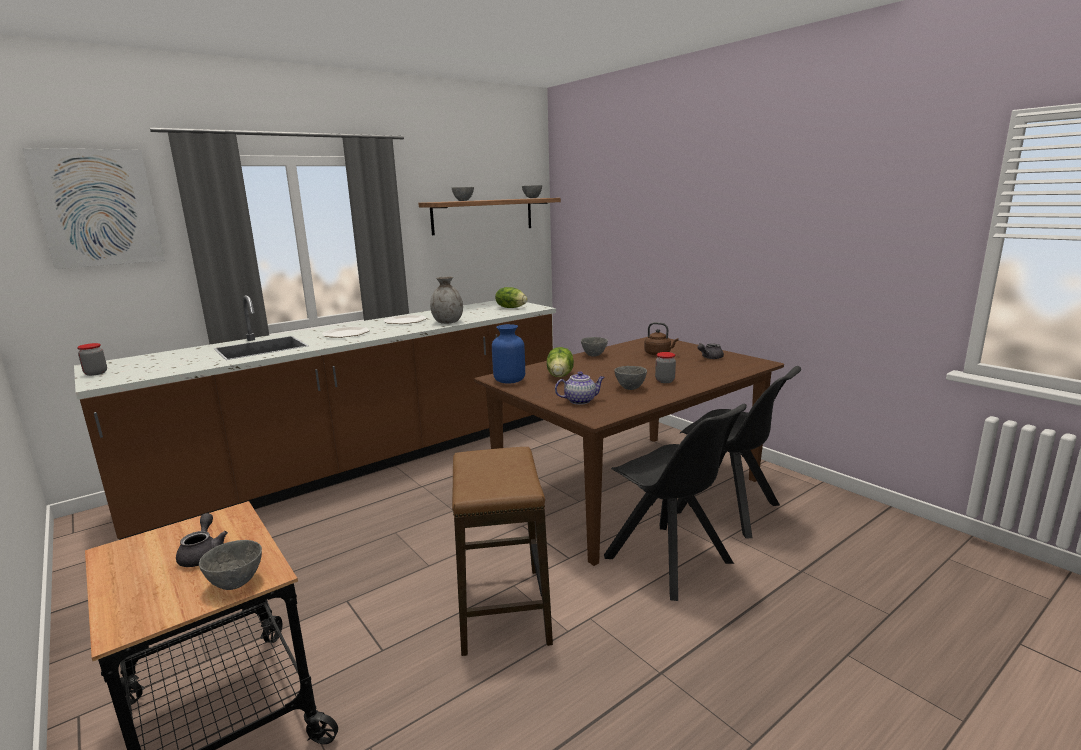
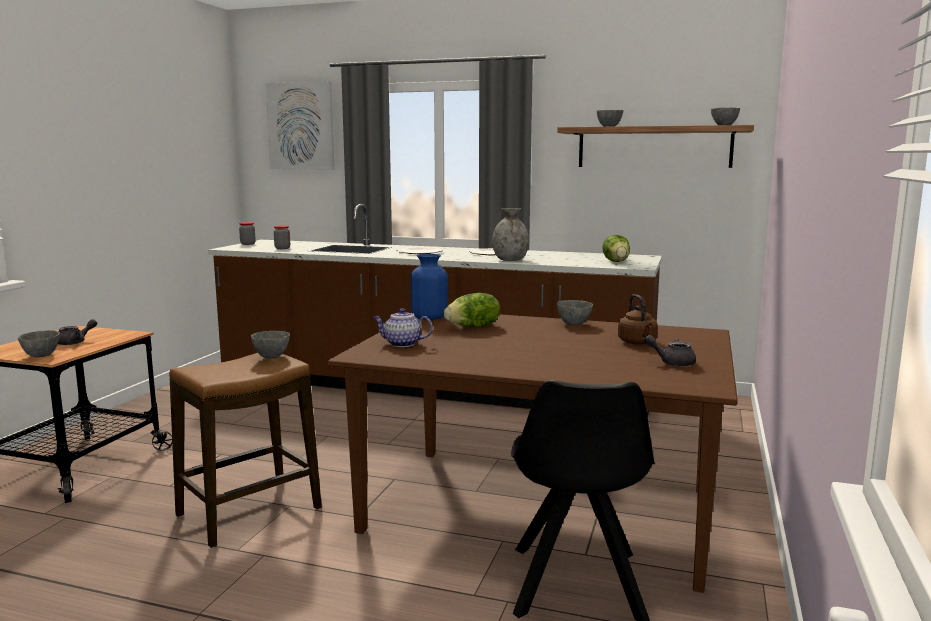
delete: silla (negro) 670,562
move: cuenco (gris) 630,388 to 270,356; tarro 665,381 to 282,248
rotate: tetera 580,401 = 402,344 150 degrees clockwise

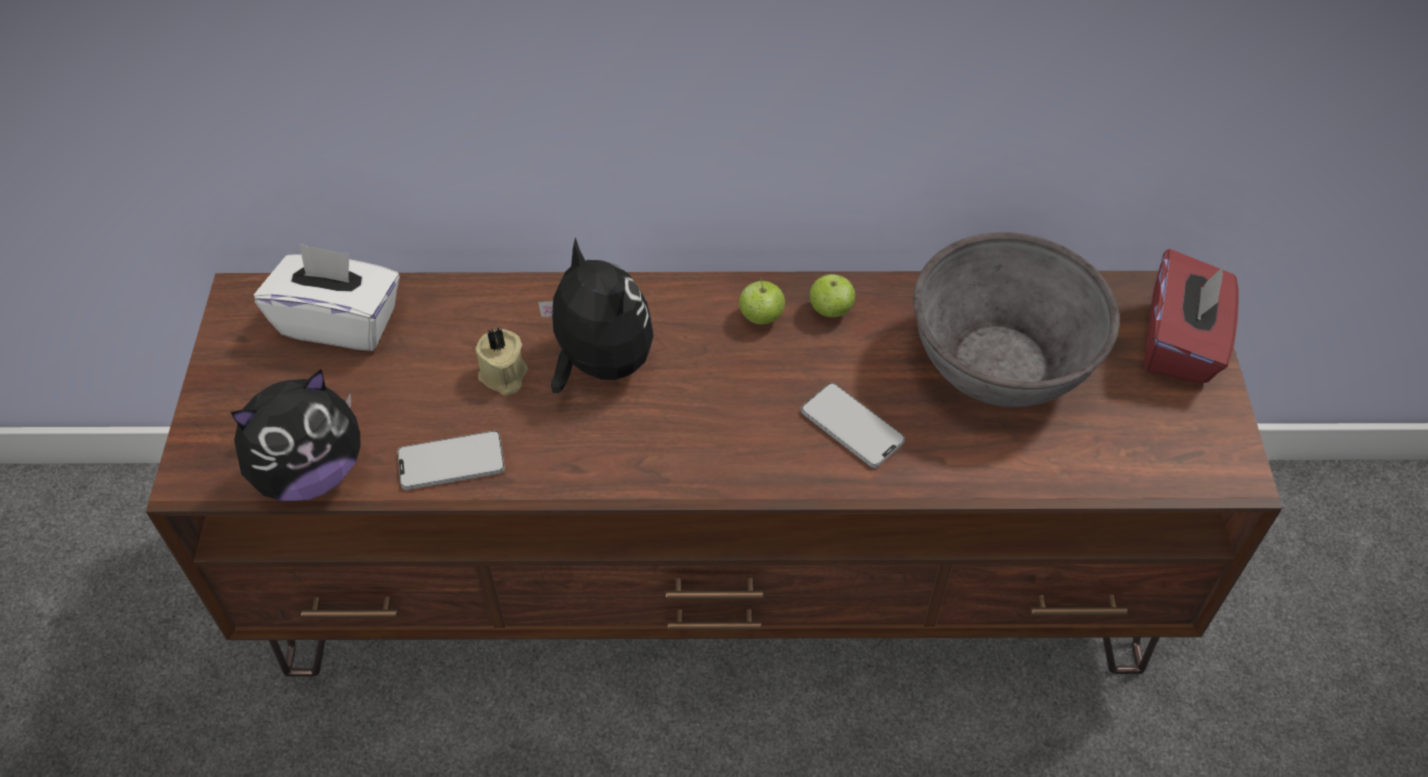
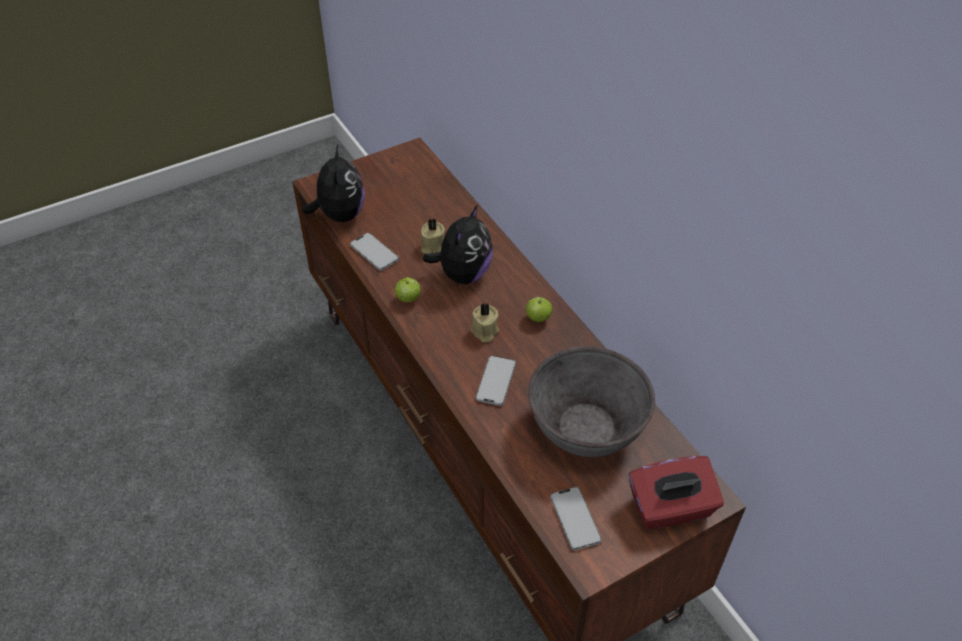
delete: caja de pañuelos (blanco) 340,322
insert: vela (beis) 484,331; móvil 575,519
move: manzana 830,310 to 408,299
rotate: peluche 310,473 = 340,215 120 degrees counterclockwise

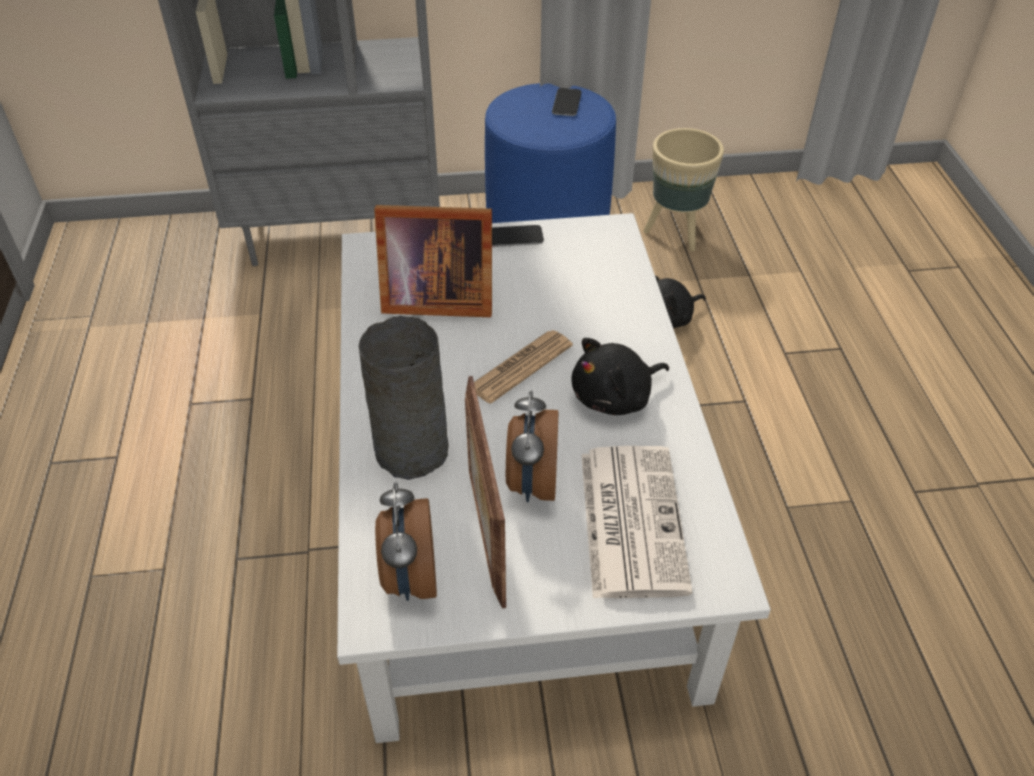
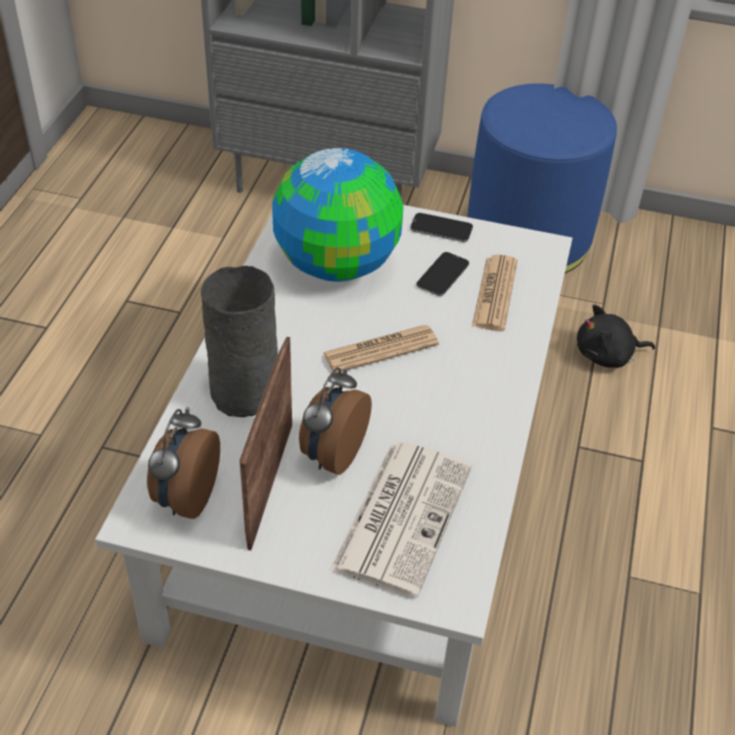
delete: peluche (negro) 615,397; maceta (beis) 676,233
insert: periódico 495,294
move: móvil 566,103 to 442,275
replace: portarretratos 434,298 to globo terráqueo 338,264

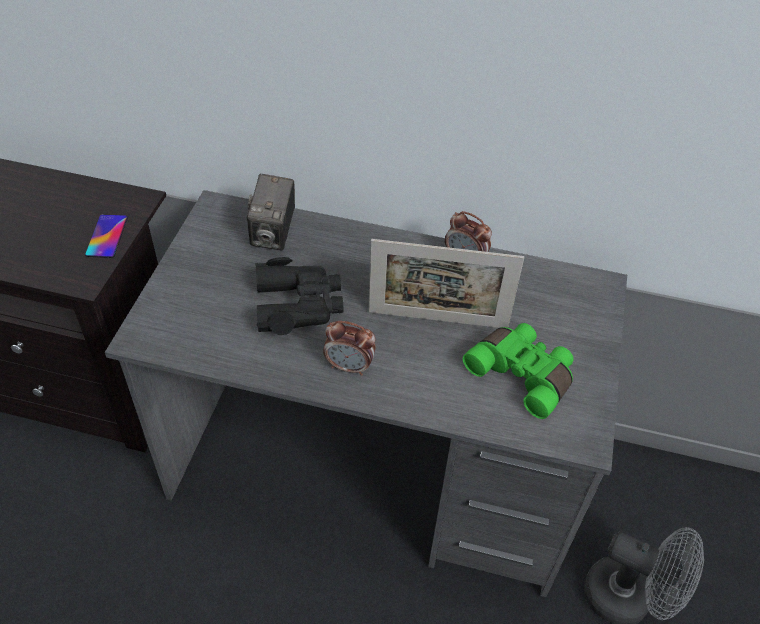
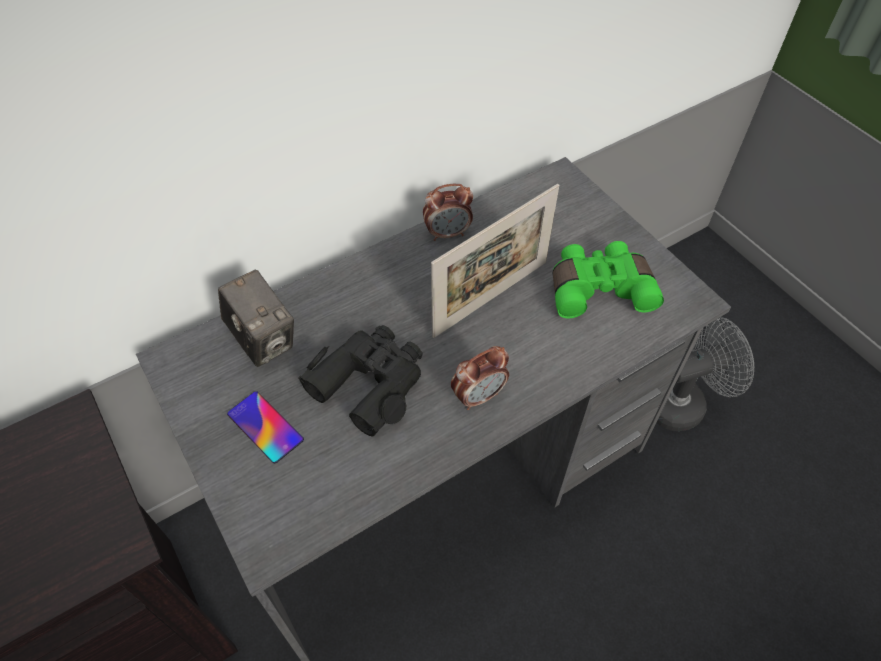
move: móvil 107,236 to 265,427

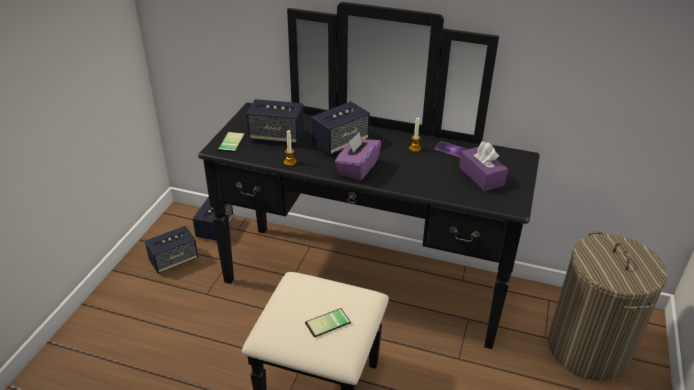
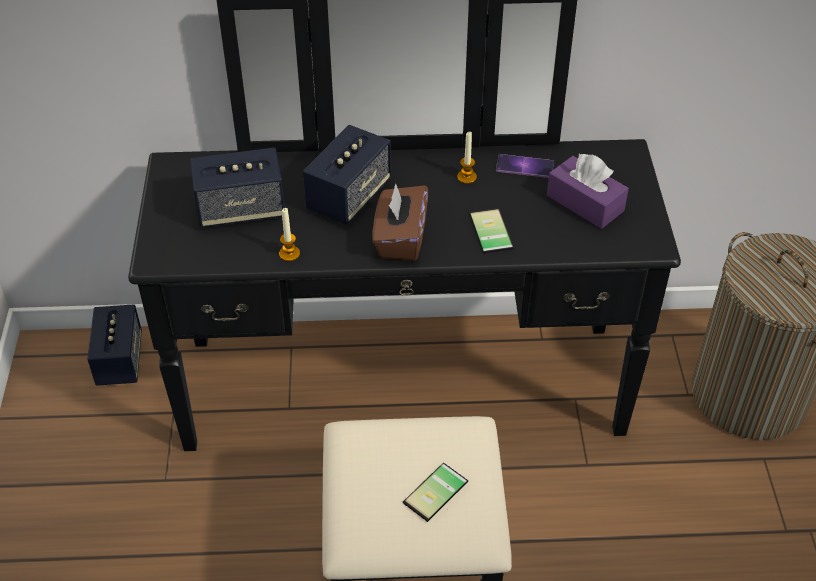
delete: altavoz 174,260
move: móvil 229,141 to 487,231
recolor: caja de pañuelos (morado) 357,169 to caja de pañuelos (marrón) 400,239

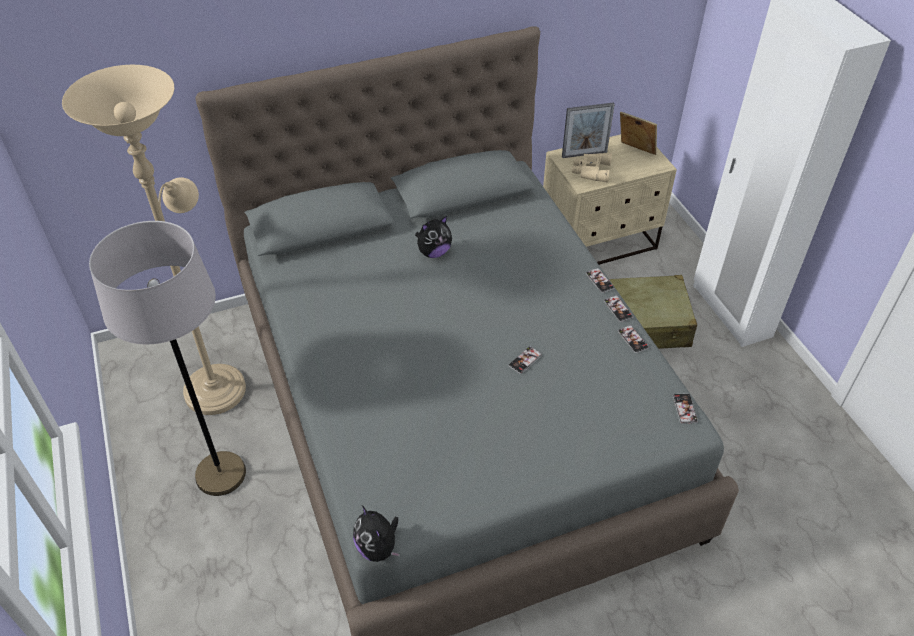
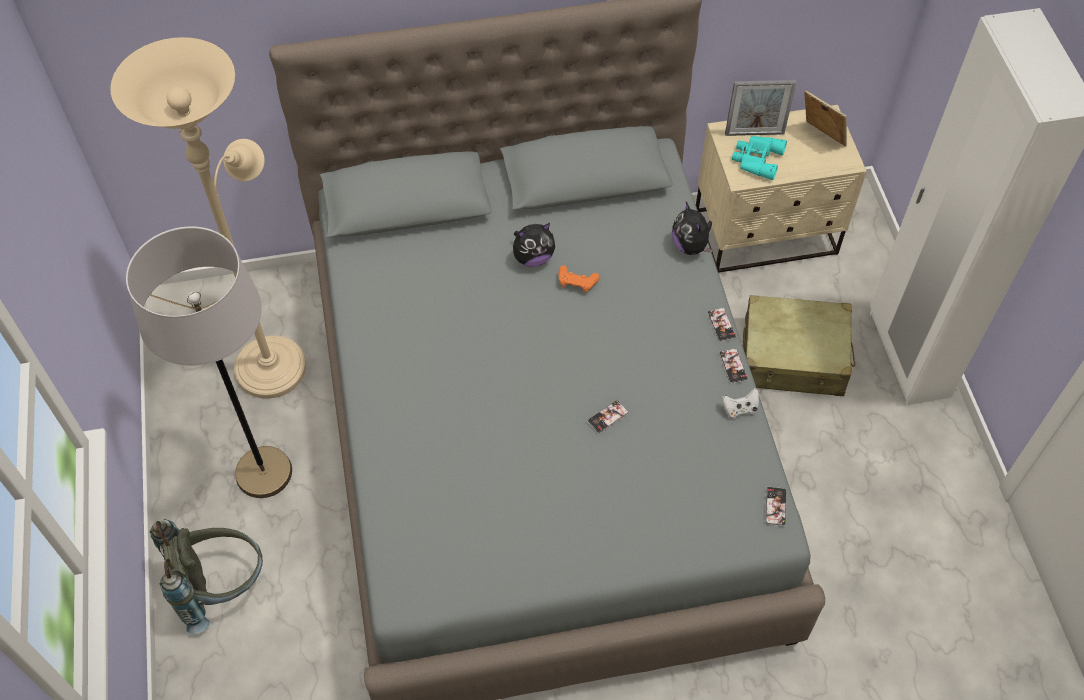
insert: mochila (gris) 221,587; mando de consola (naranja) 577,282
move: peluche 378,547 to 691,246
replace: móvil 633,339 to mando de consola (blanco) 740,409
recolor: prismáticos (beis) 590,171 to prismáticos (turquesa) 756,159

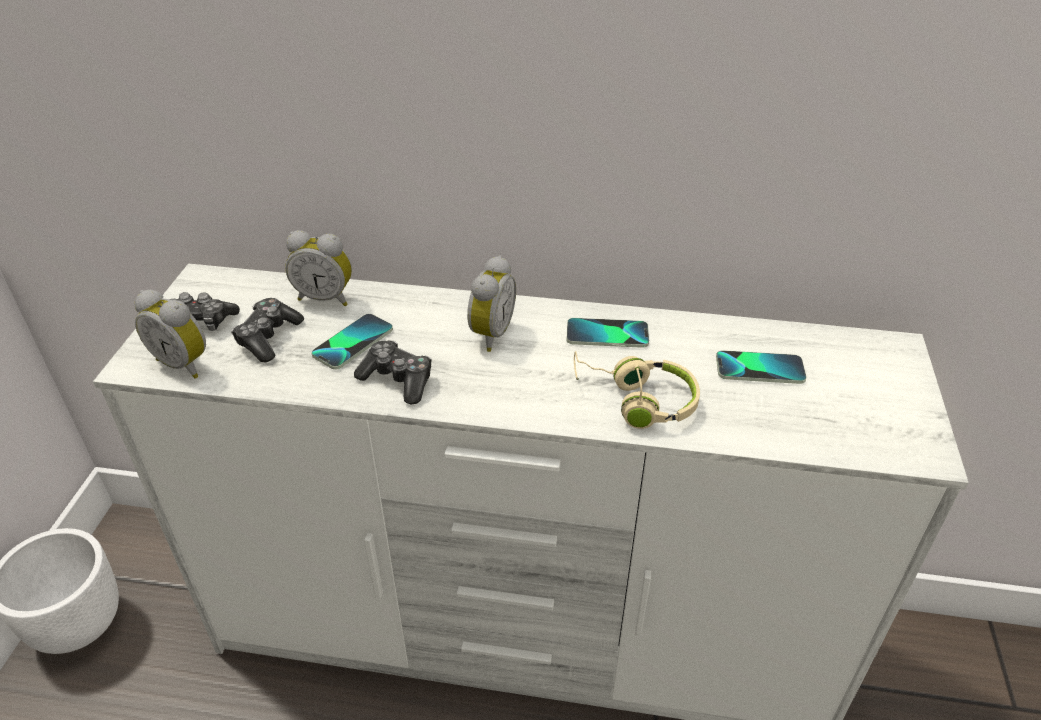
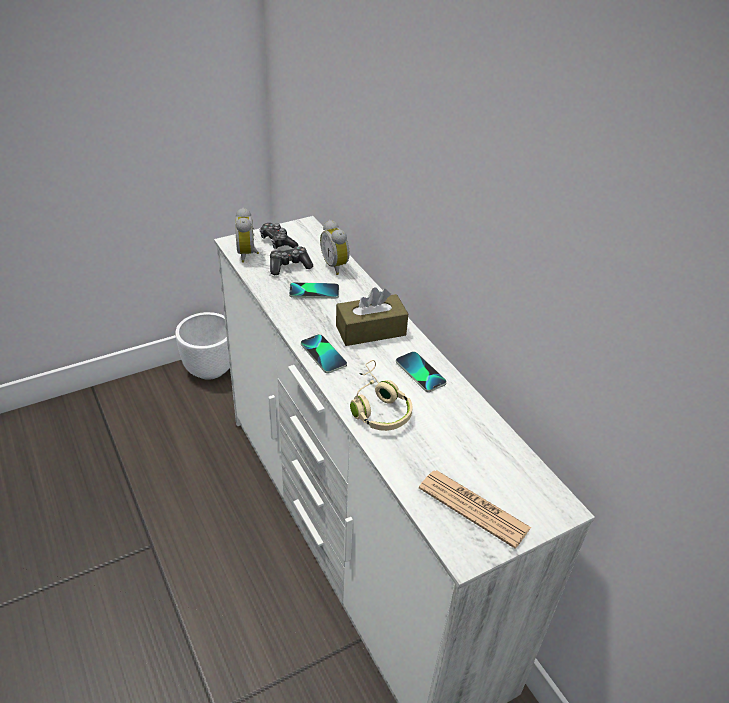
delete: mando de consola 398,380
insert: periódico 473,508
move: móvil 759,369 to 323,354
replace: despertador 489,334 to caja de pañuelos (marrón) 370,330

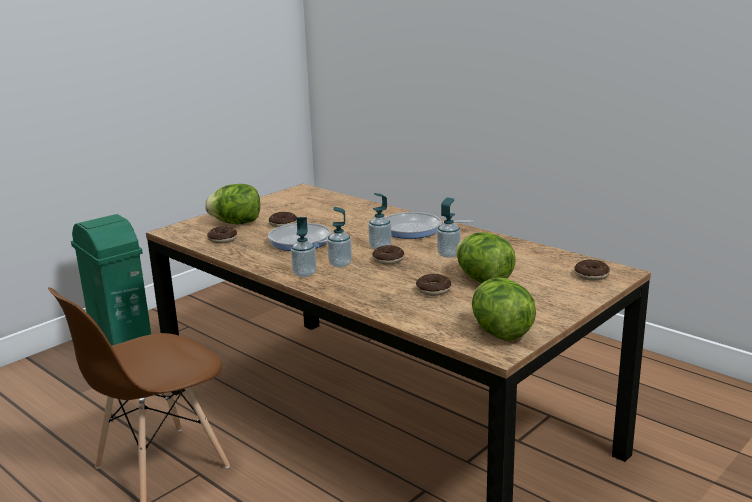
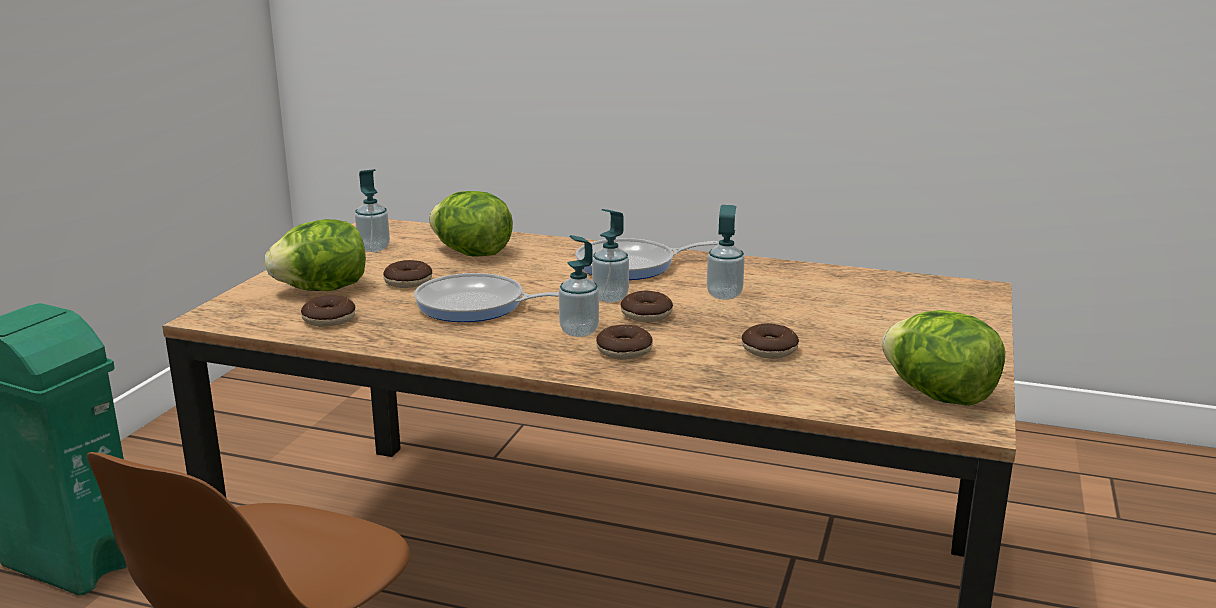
move: dispensador de jabón 304,273 to 374,248; lechuga 483,280 to 472,253; rosquilla 591,275 to 624,351

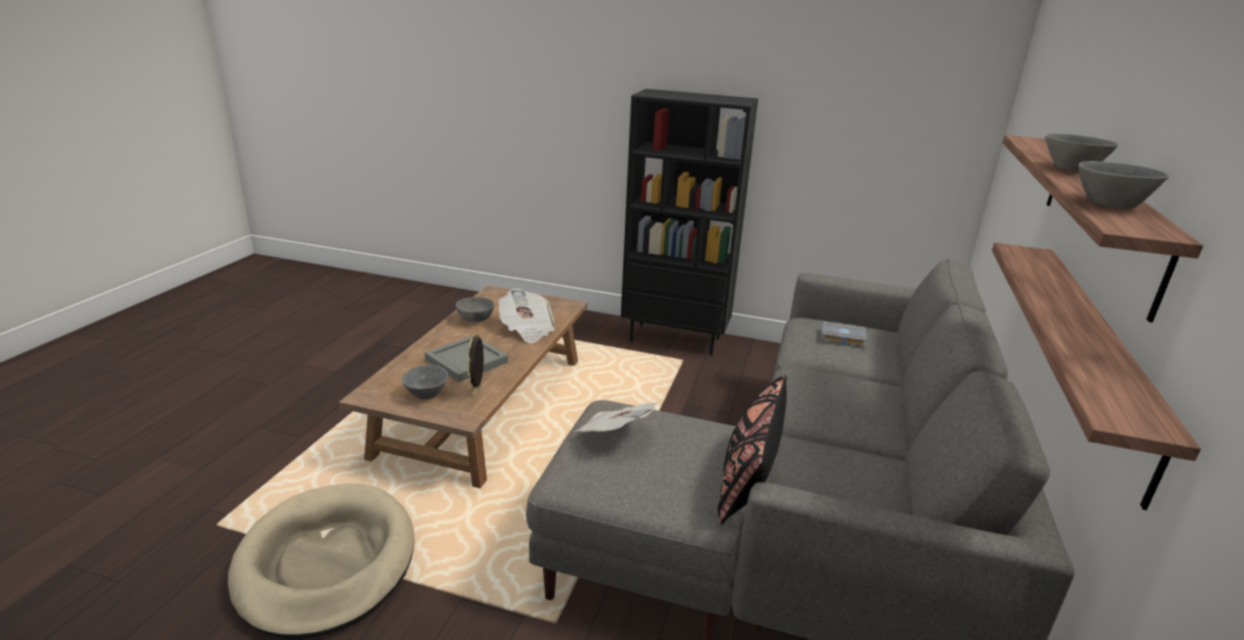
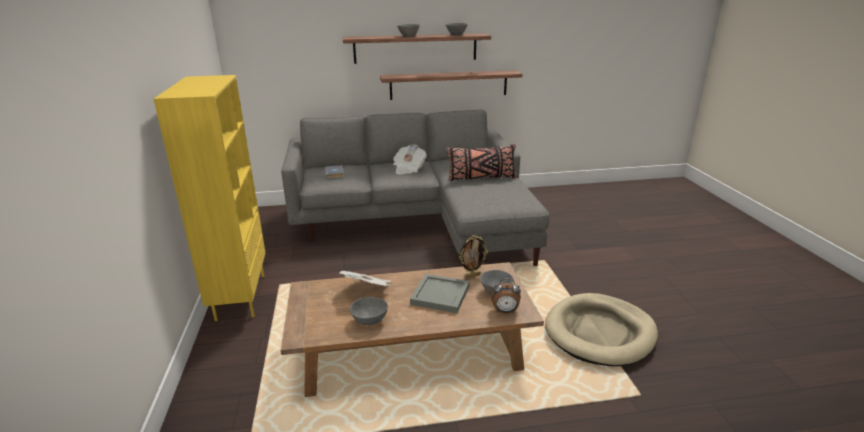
insert: despertador 505,311
move: periódico 615,435 to 408,169
recolor: estantería (negro) 675,339 to estantería (amarillo) 240,296

